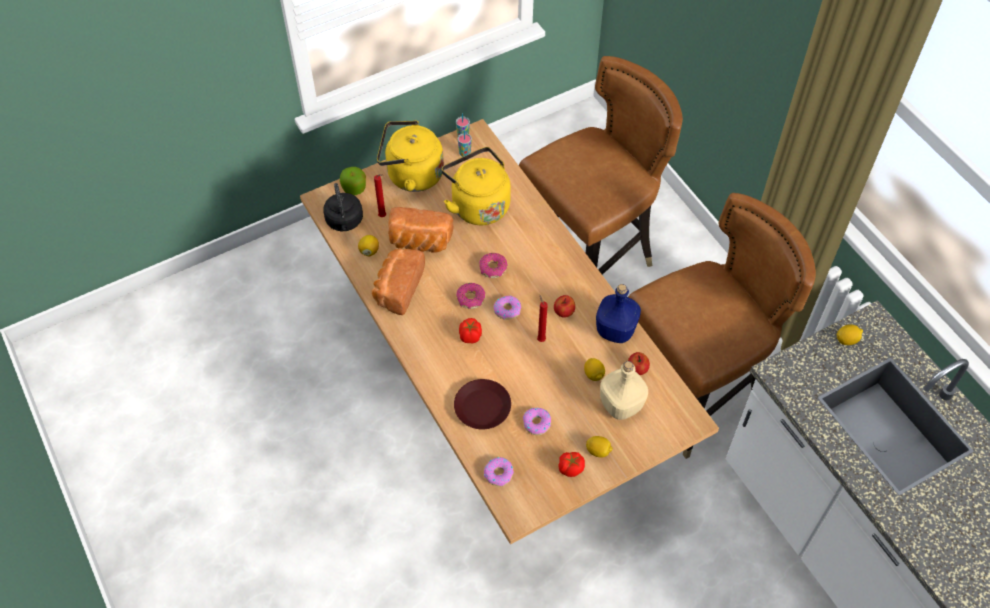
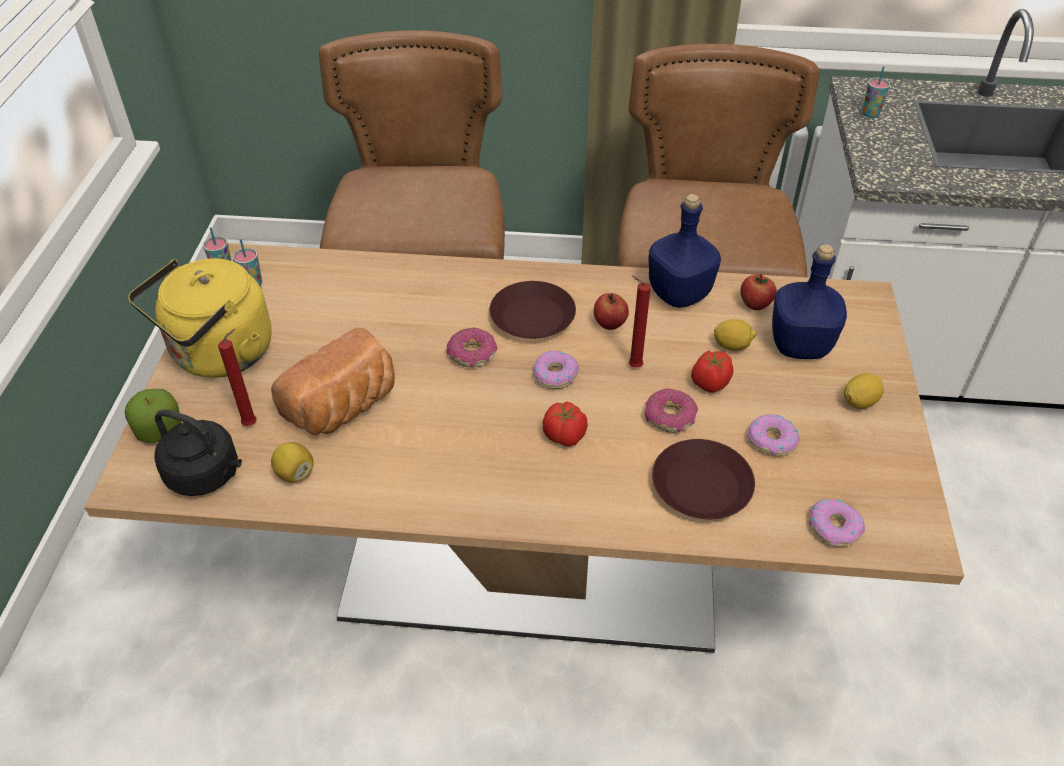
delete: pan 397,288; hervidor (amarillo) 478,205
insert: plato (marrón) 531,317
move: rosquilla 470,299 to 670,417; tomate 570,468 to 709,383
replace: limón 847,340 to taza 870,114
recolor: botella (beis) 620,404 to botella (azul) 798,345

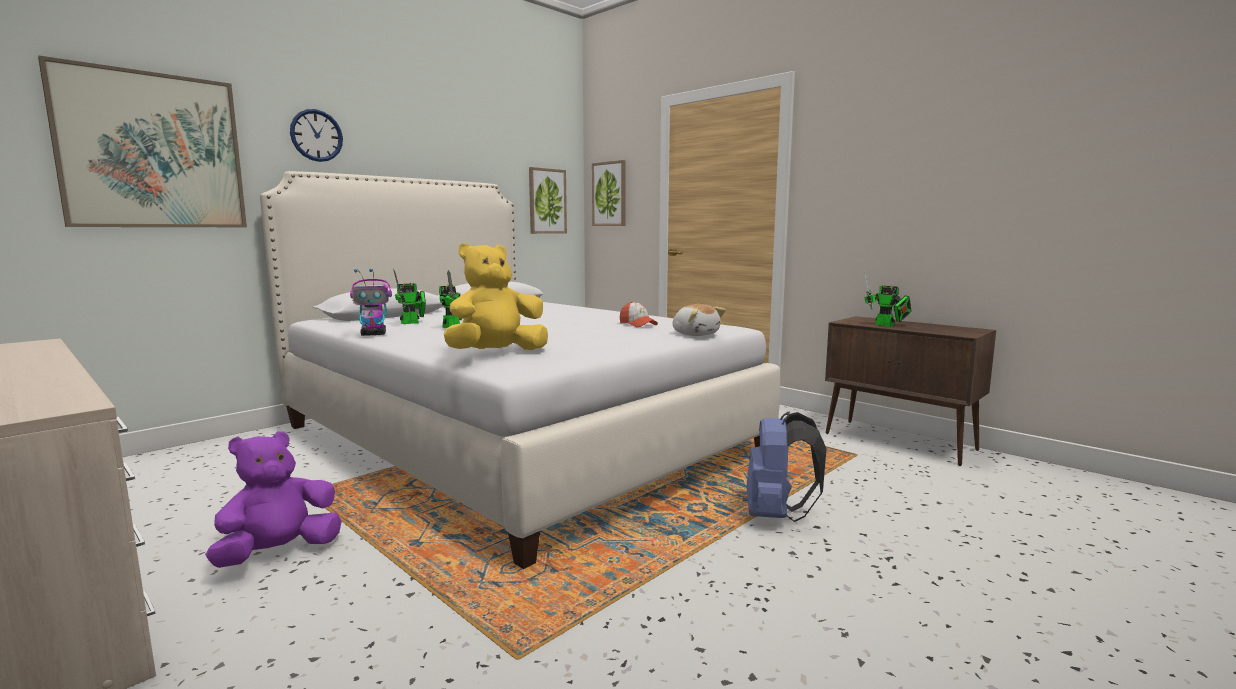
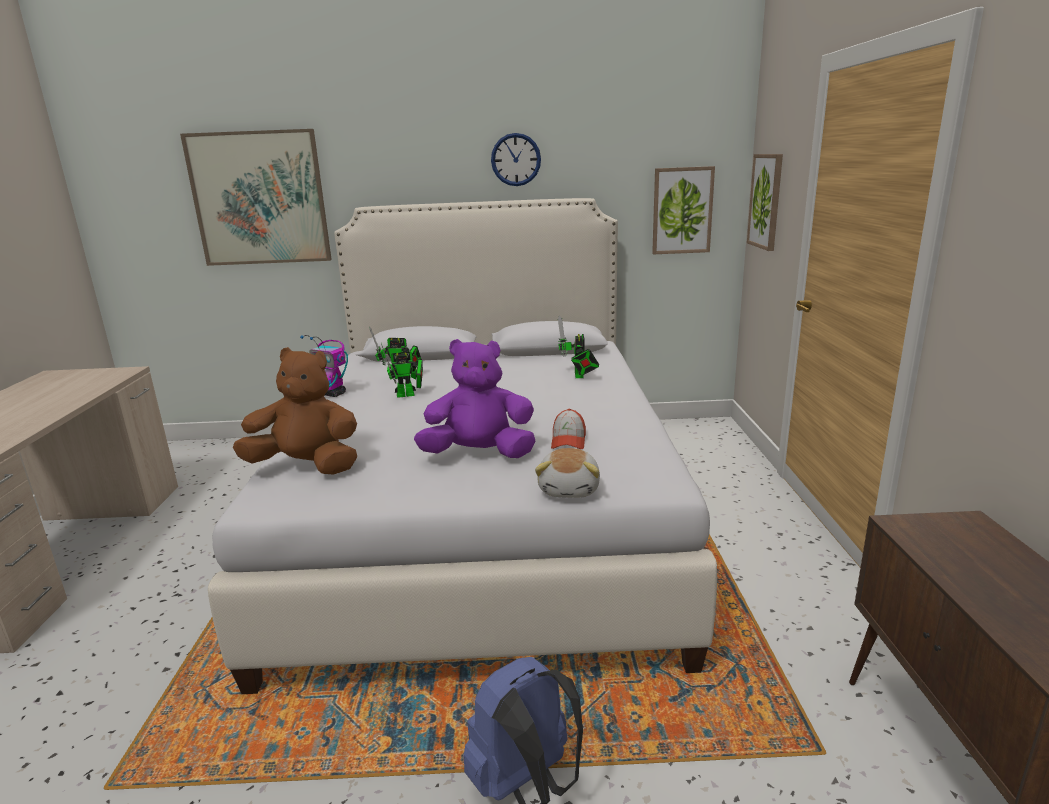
move: peluche (morado) 279,552 to 479,454; reloj de pared 316,135 to 516,159; robot de juguete 887,325 to 579,376
recolor: peluche (amarillo) 496,353 to peluche (marrón) 307,466

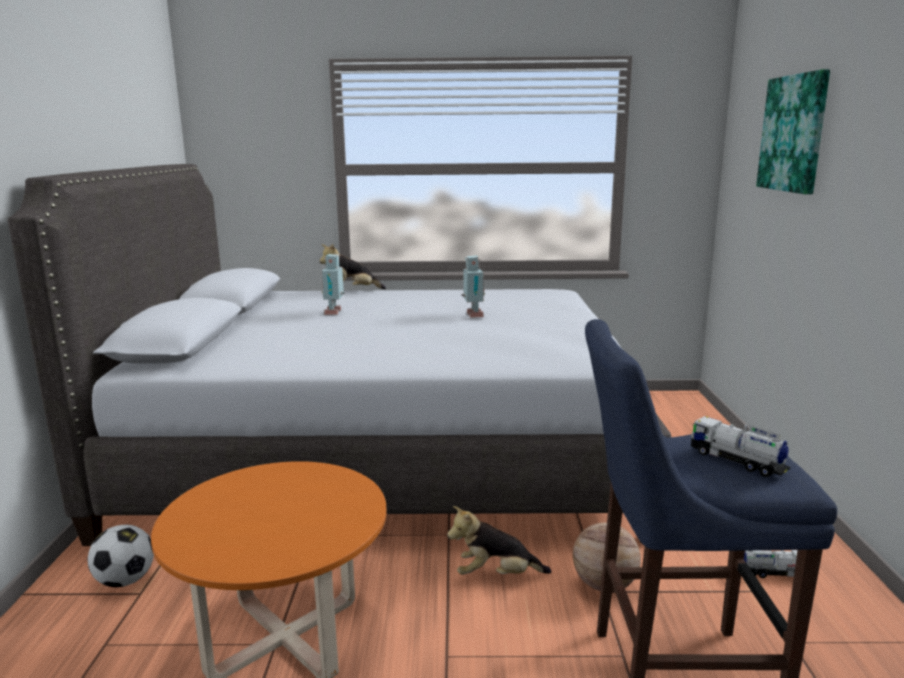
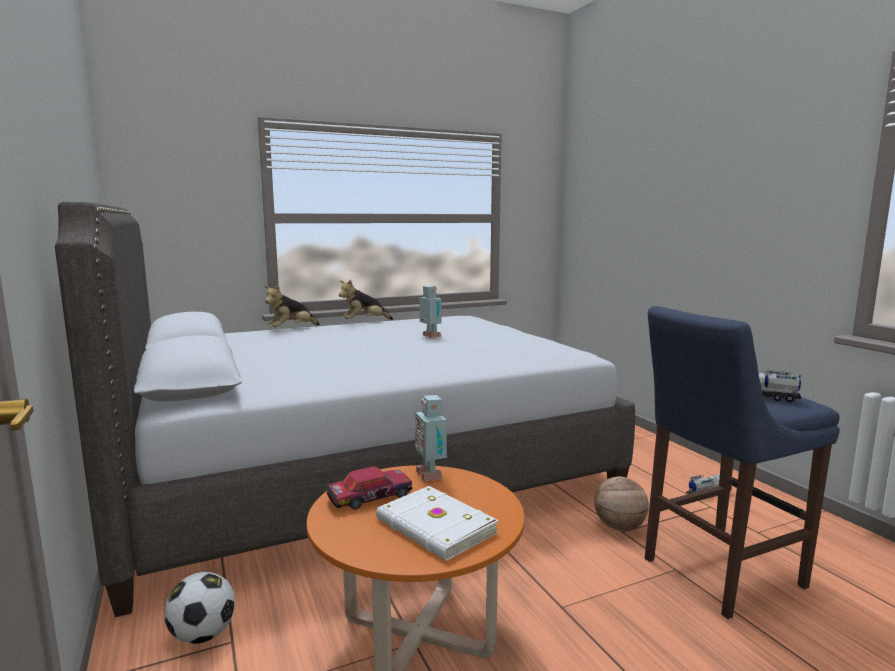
delete: cuadro 794,133
insert: coche de juguete 369,497; libro (blanco) 435,527
move: robot de juguete 335,312 to 431,474; peluche 496,575 to 364,322

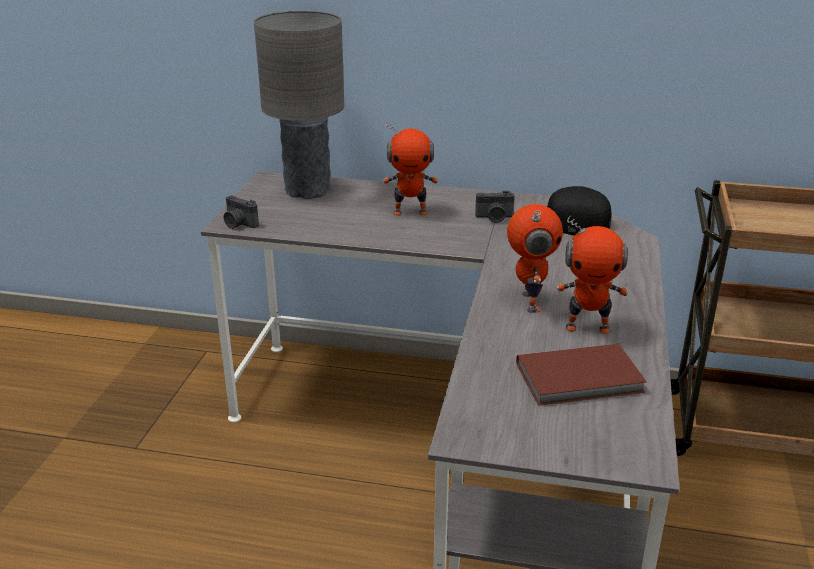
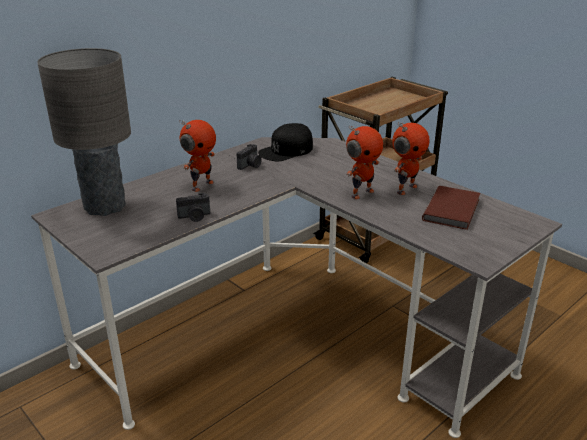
move: cámara 239,224 to 195,217
rotate: robot de juguete 528,302 = 361,193 105 degrees clockwise

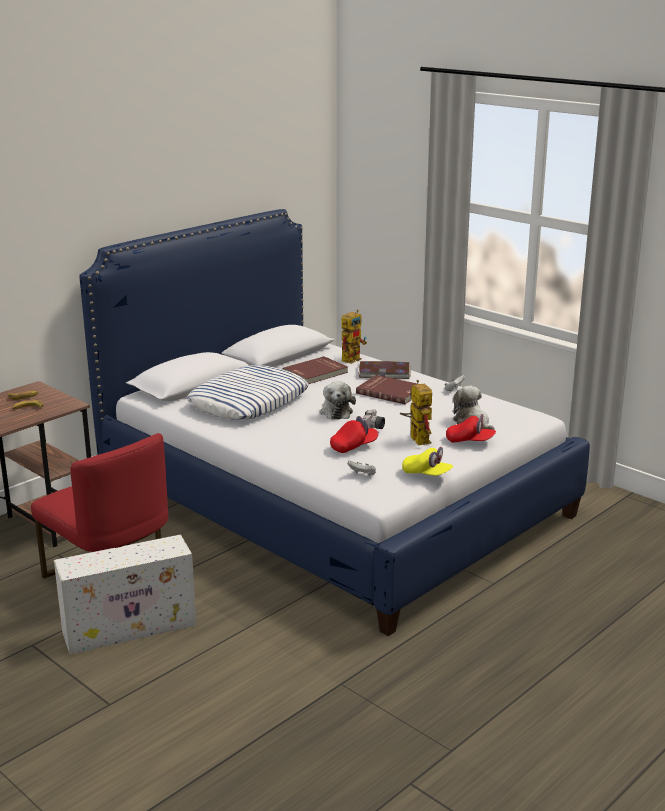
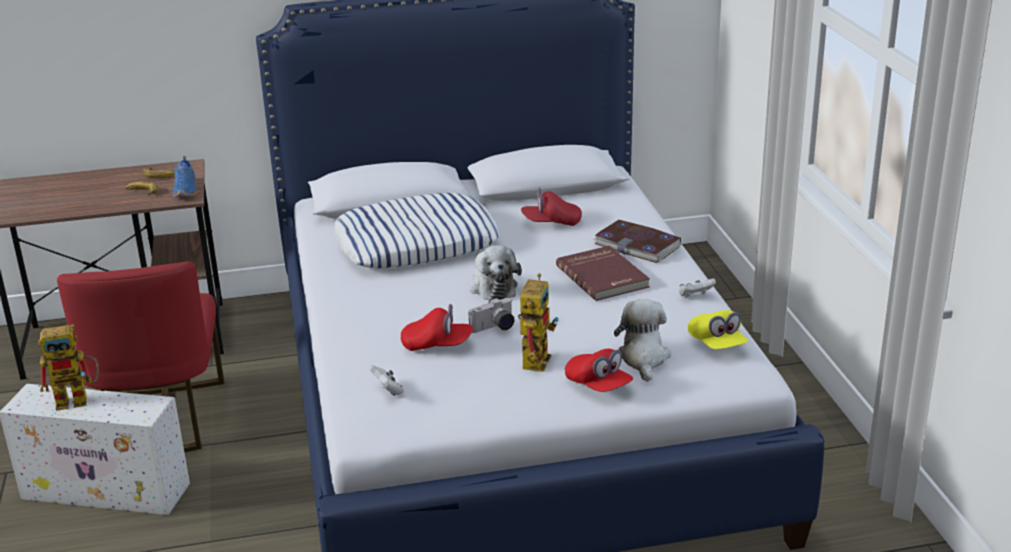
insert: zapato (azul) 186,190
move: robot de juguete 352,358 to 79,399; gorra (amarillo) 427,474 to 717,344
replace: libro (rojo) 316,373 to gorra (rojo) 551,223
rotate: peluche 336,411 = 493,287 45 degrees counterclockwise

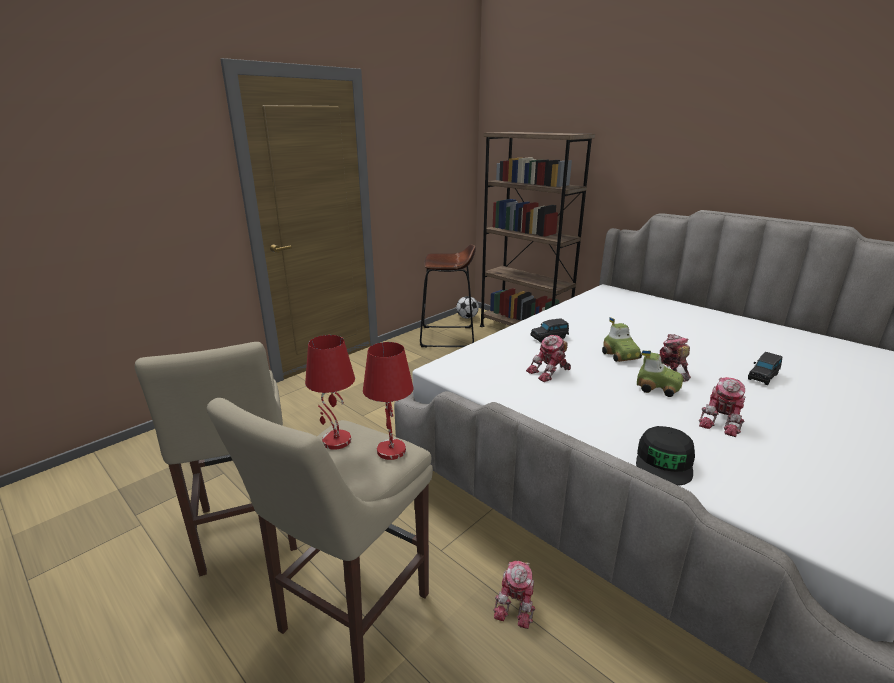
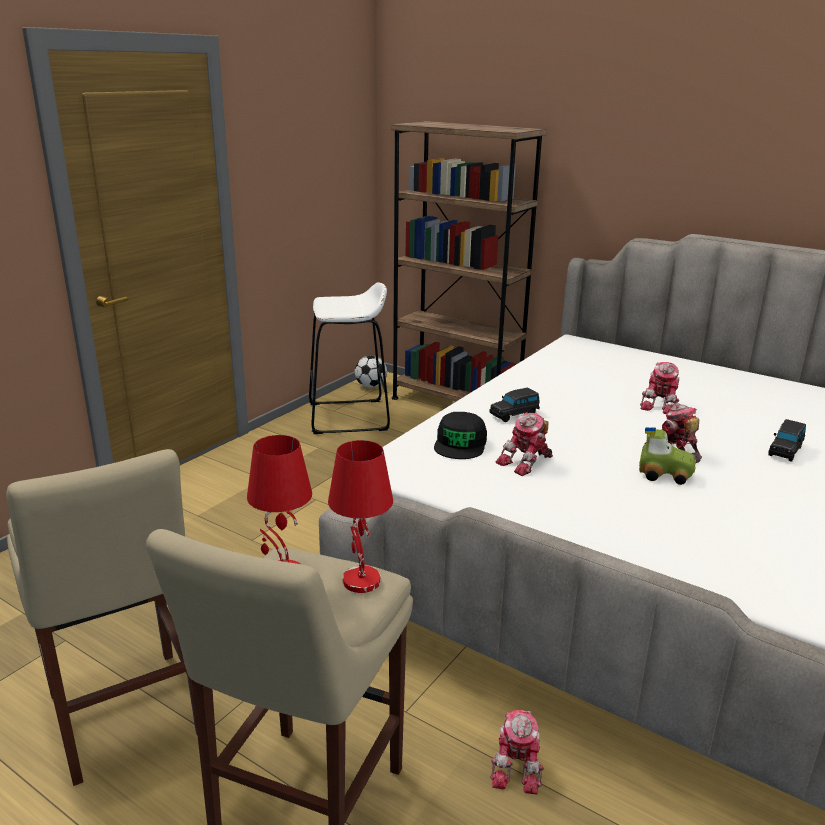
delete: coche de juguete 621,355
move: gorra (negro) 664,462 to 460,444; robot de juguete 722,421 to 661,404
recolor: taburete (marrón) 447,337 to taburete (blanco) 348,417

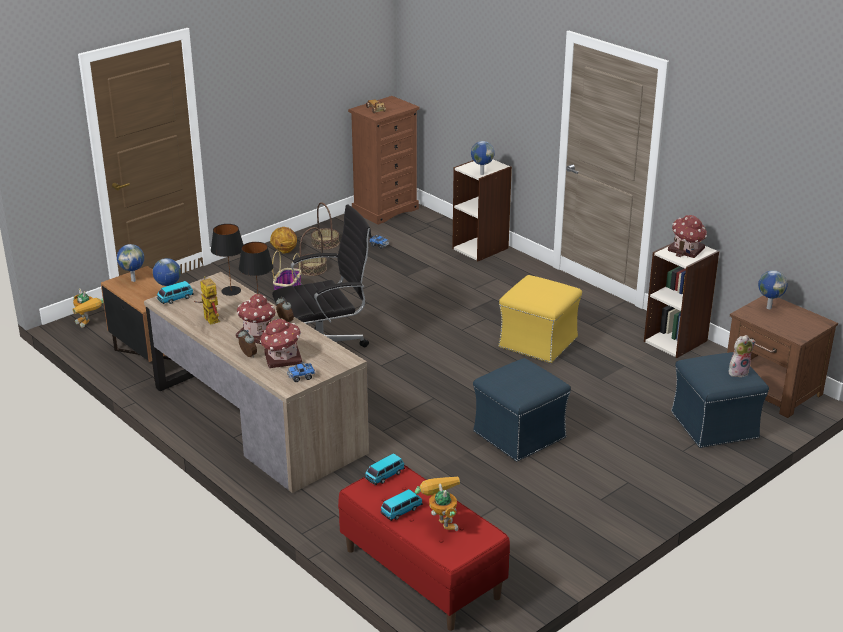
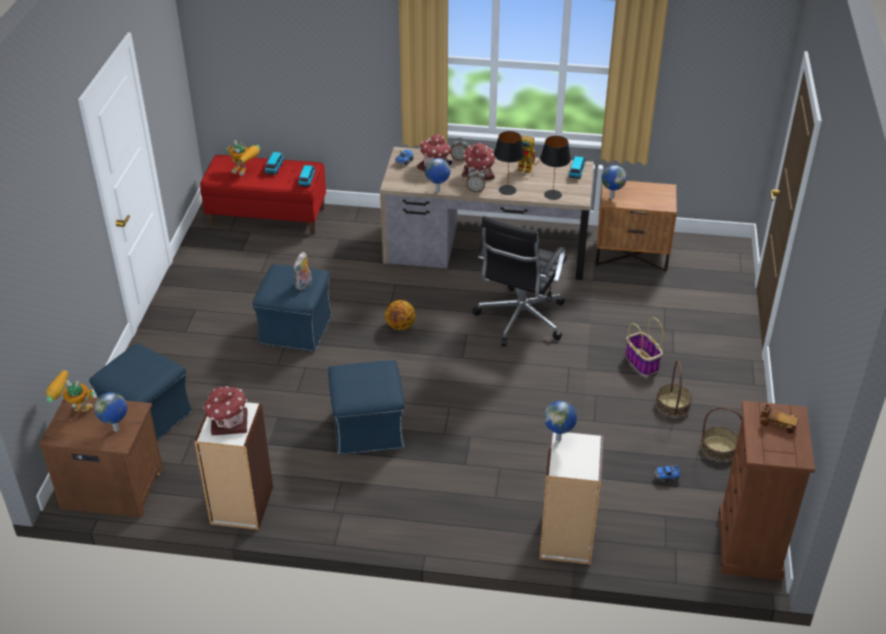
move: robot de juguete 88,324 to 74,412; globo terráqueo 133,280 to 437,191; balón de baloncesto 284,251 to 400,326; peluche 738,372 to 304,285
recolor: puf (amarillo) 539,343 to puf (azul) 367,429

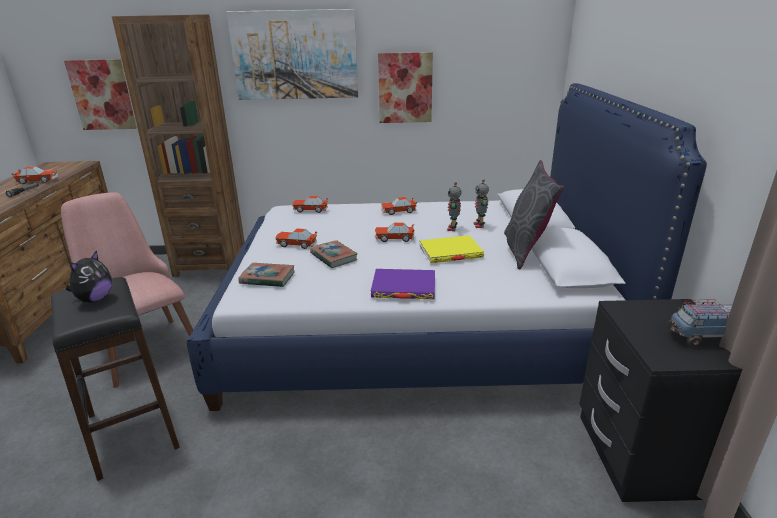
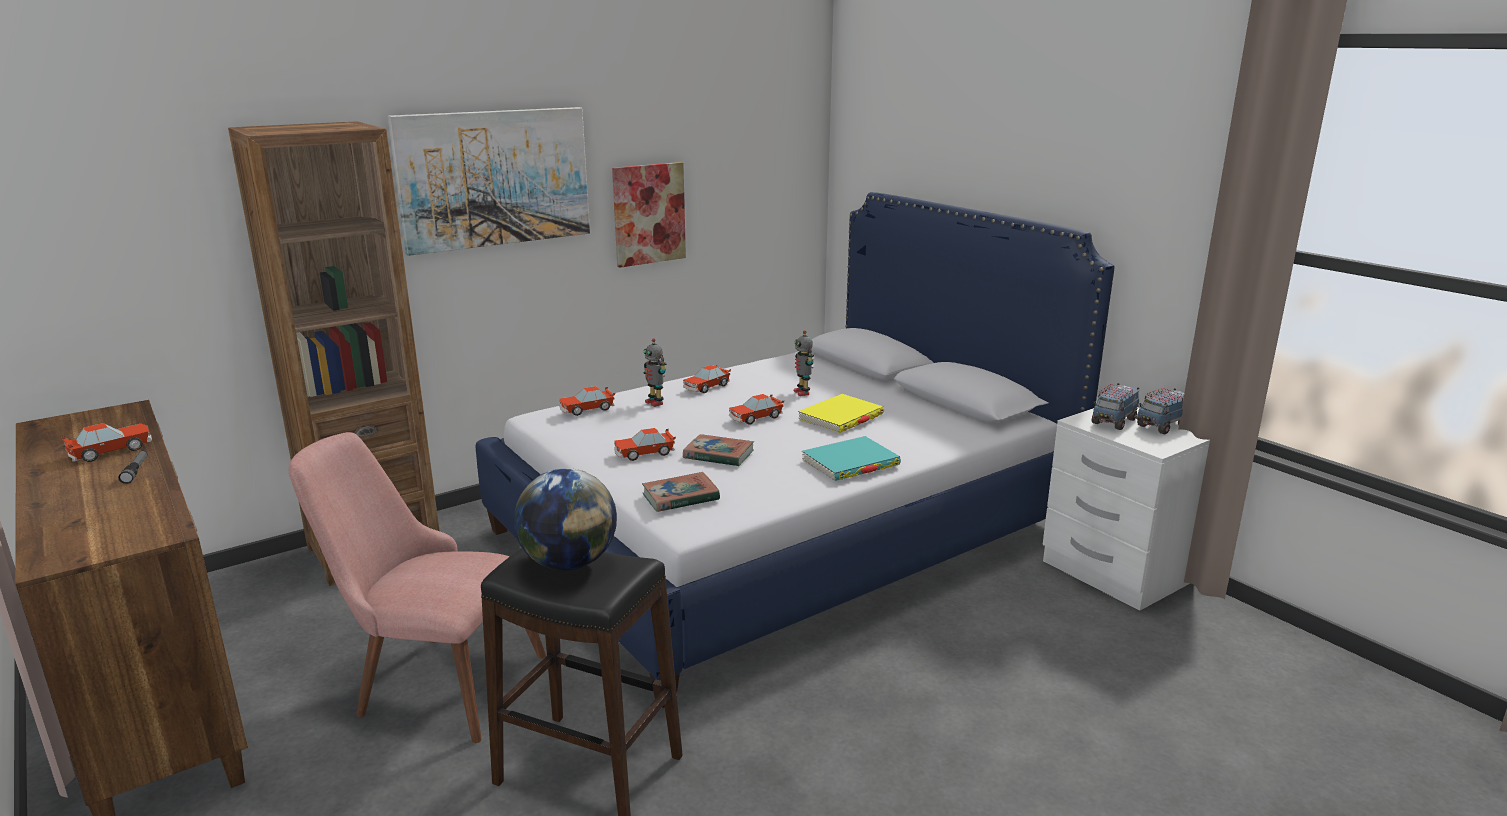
delete: cuadro 102,95; cojín (gris) 526,250
insert: camión de juguete 1113,421
move: robot de juguete 479,225 to 655,403
replace: peluche 95,299 to globo terráqueo 569,563
recolor: libro (morado) 403,287 to libro (turquesa) 850,463; mesita de noche (negro) 638,455 to mesita de noche (blanco) 1114,572

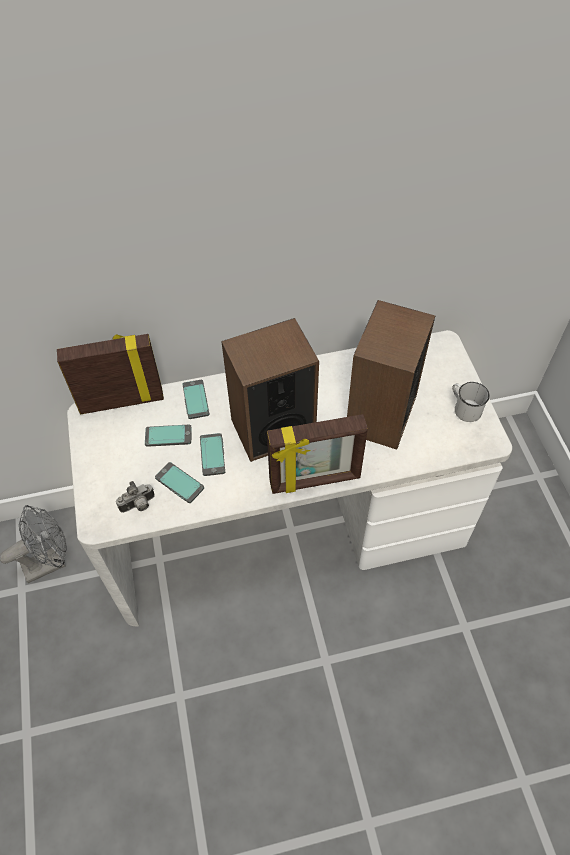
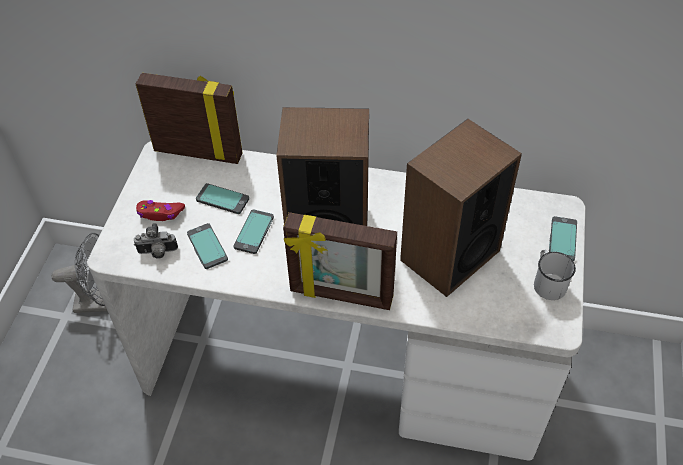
insert: mando de consola (rojo) 160,213
move: móvil 195,400 to 562,239

